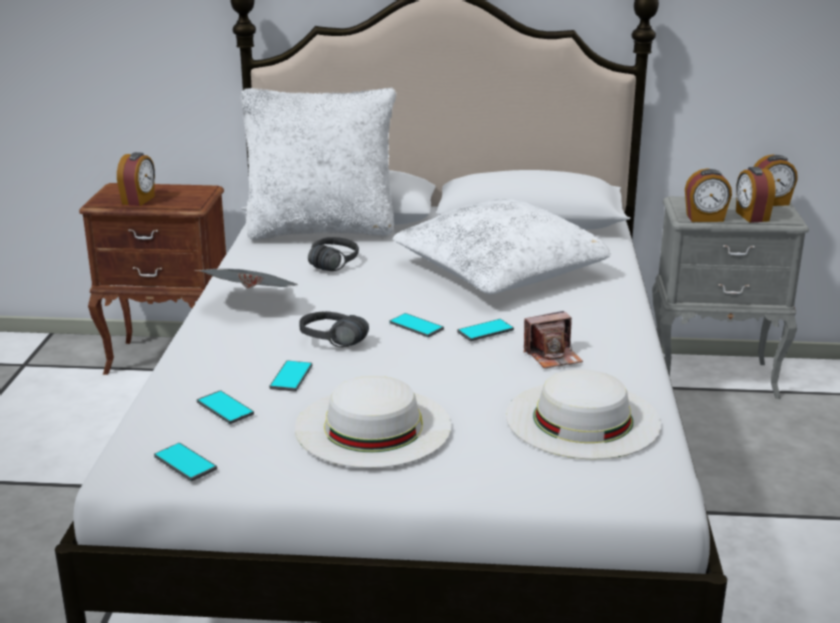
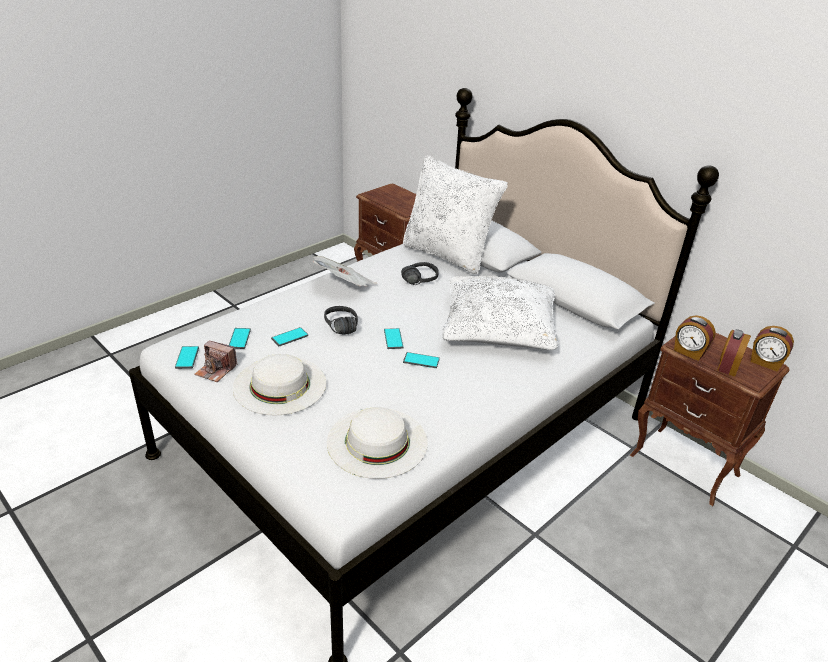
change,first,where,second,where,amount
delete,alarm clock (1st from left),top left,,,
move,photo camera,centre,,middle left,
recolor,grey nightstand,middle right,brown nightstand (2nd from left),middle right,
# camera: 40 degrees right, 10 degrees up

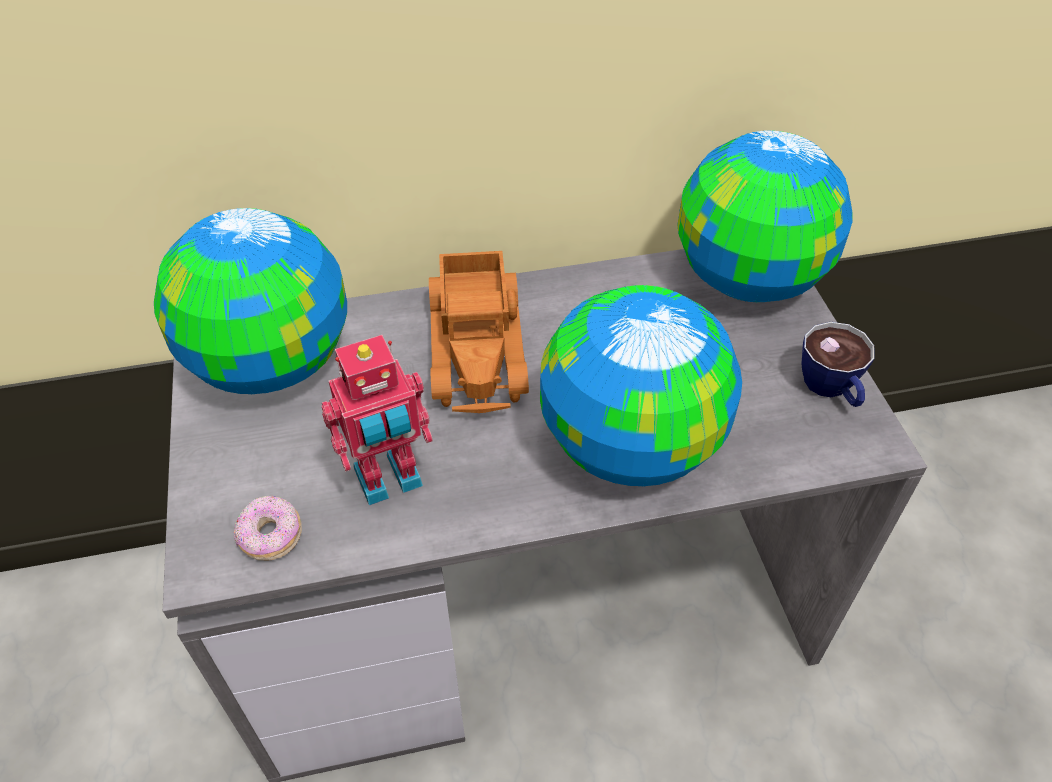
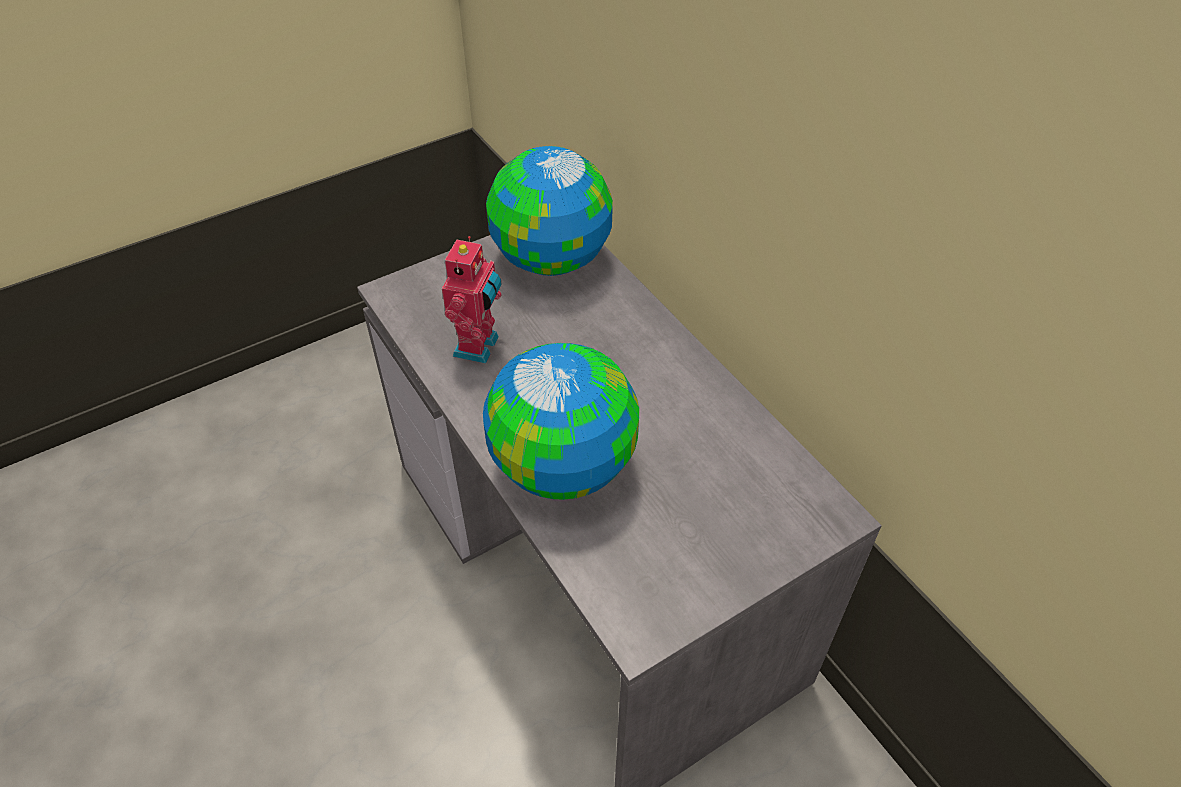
change,first,where,second,where,amount
delete,donut,bottom left,,,
delete,toy truck,centre,,,
delete,globe (3rd from left),top right,,,
delete,cup,middle right,,,
rotate,toy robot,centre,,centre,120 degrees counterclockwise
# camera: 70 degrees right, 0 degrees up

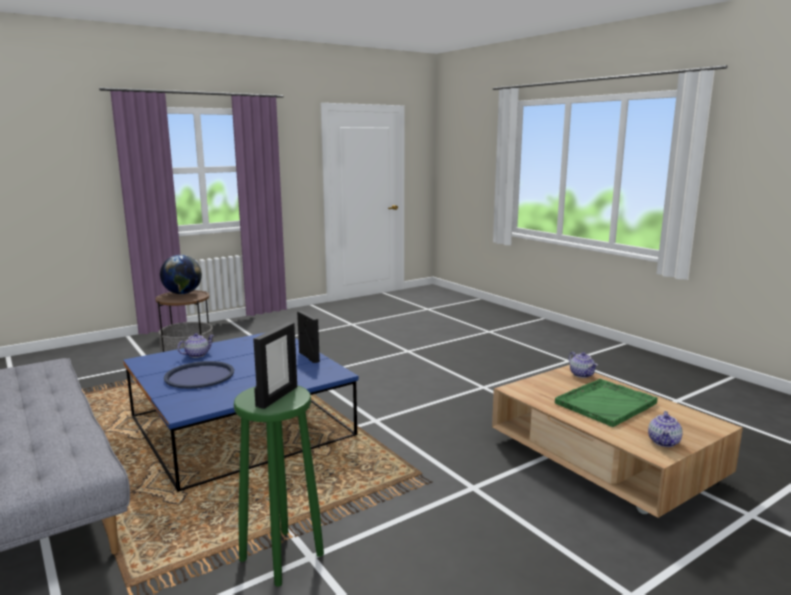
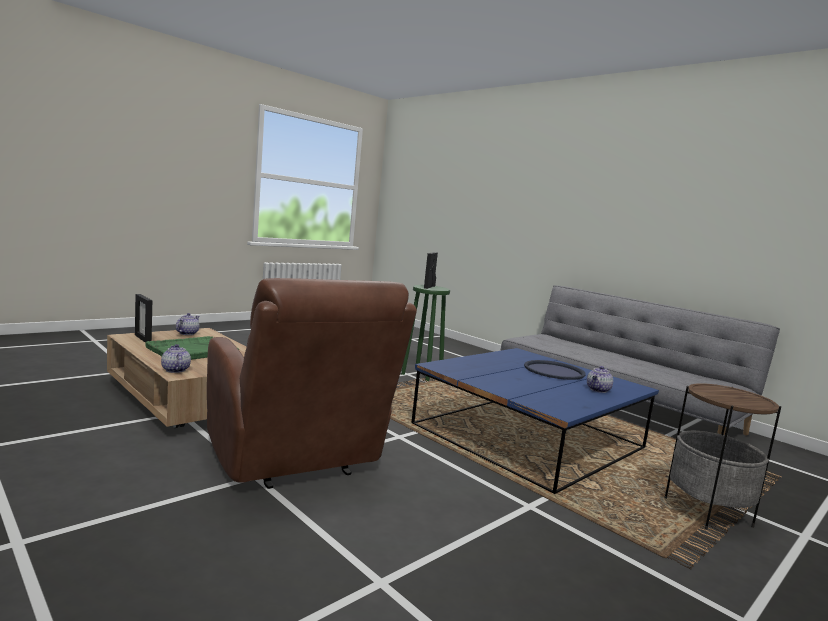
change,first,where,second,where,amount
delete,globe,middle left,,,
insert,,,brown armchair,centre,
move,picture frame (2nd from left in the first image),centre,picture frame (1st from left),middle left,
# camera: 170 degrees right, 5 degrees down

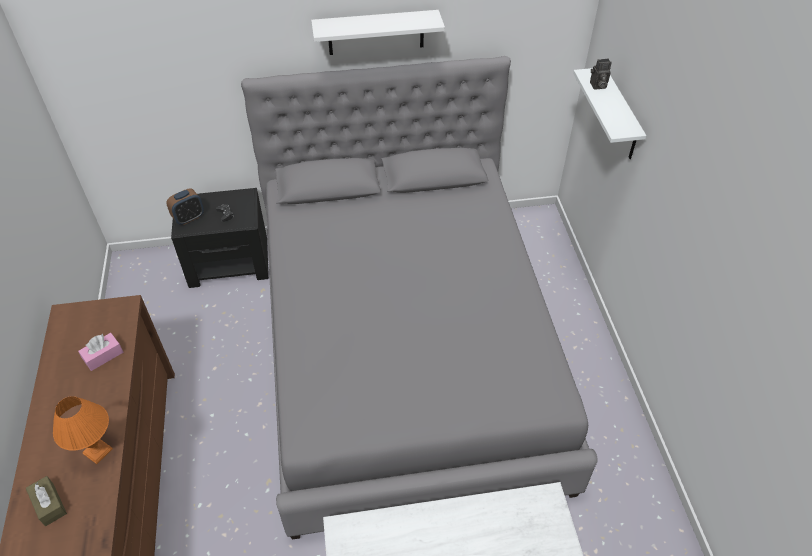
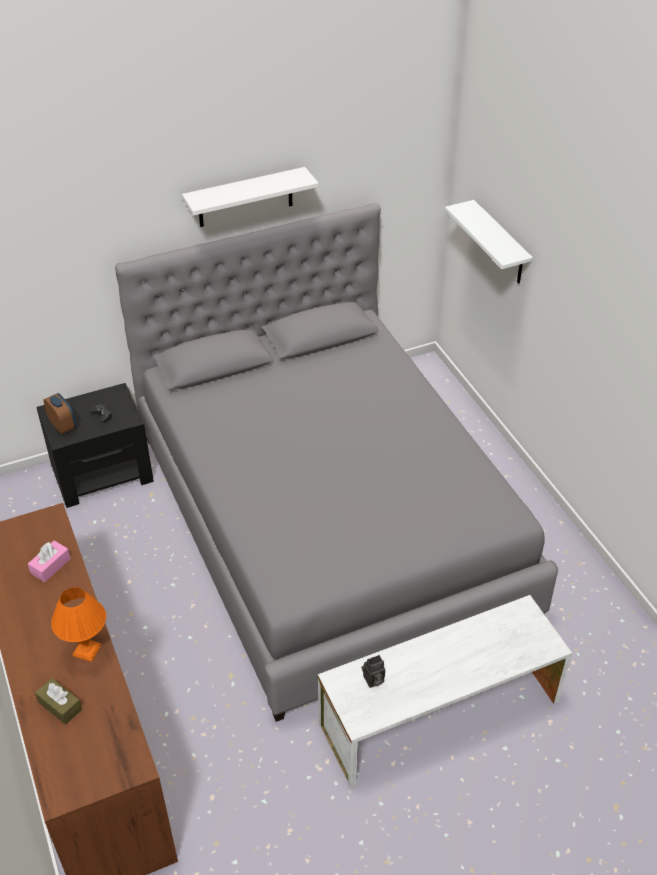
change,first,where,second,where,amount
move,photo camera,top right,,bottom centre,
rotate,alarm clock,middle left,,middle left,75 degrees counterclockwise
# camera: 15 degrees left, 5 degrees down

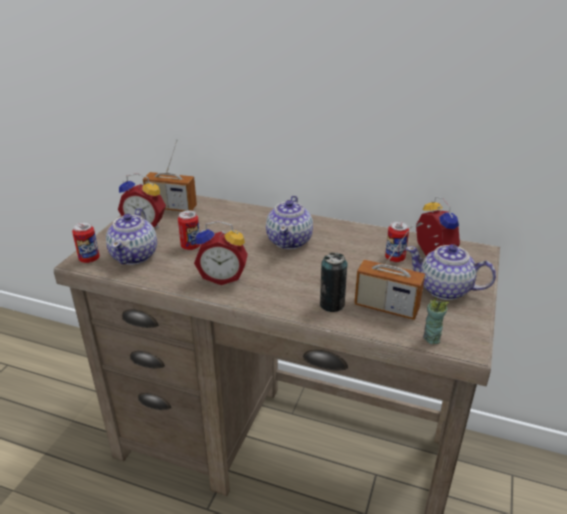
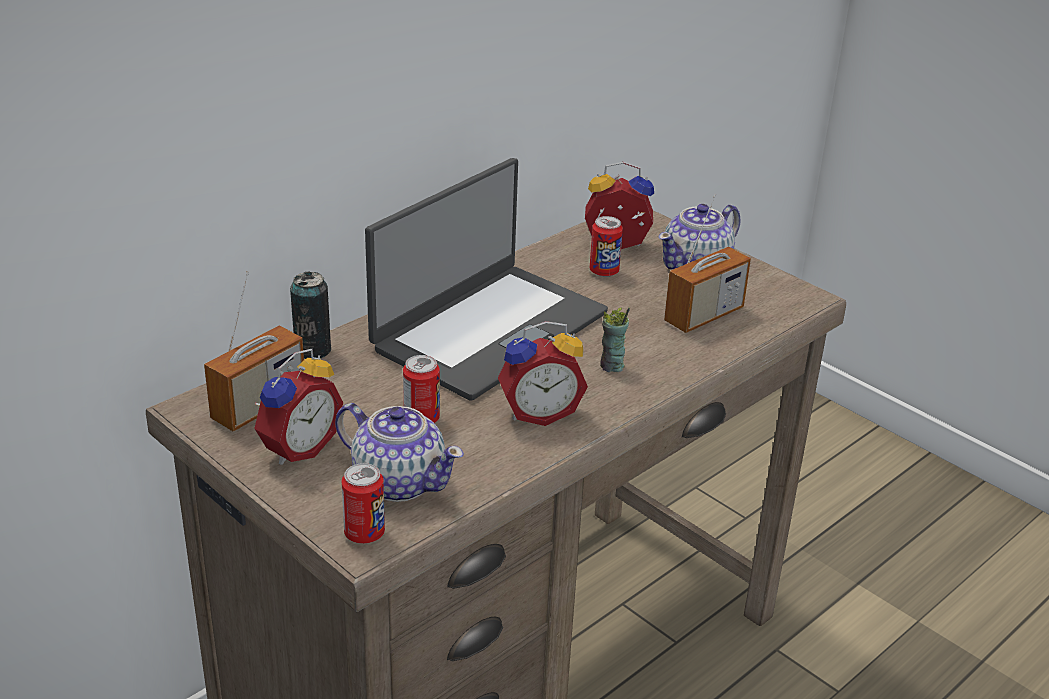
change,first,where,second,where,amount
move,can (3rd from left in the first image),centre,can (1st from left),middle left,
move,cup,middle right,,centre,
replace,teapot (2nd from left),centre,laptop,centre,
rotate,alarm clock (2nd from left),centre,,centre,45 degrees clockwise
# camera: 65 degrees left, 0 degrees up

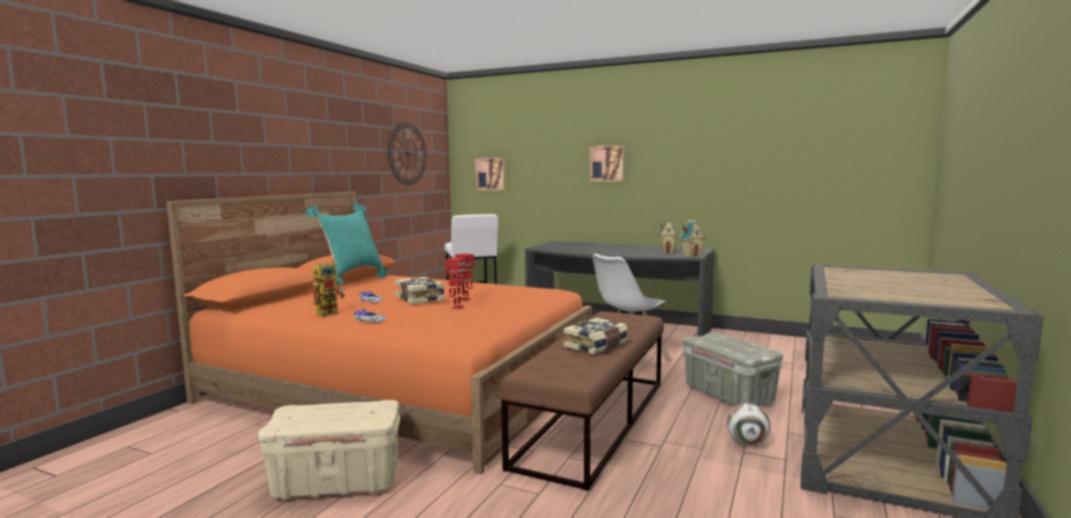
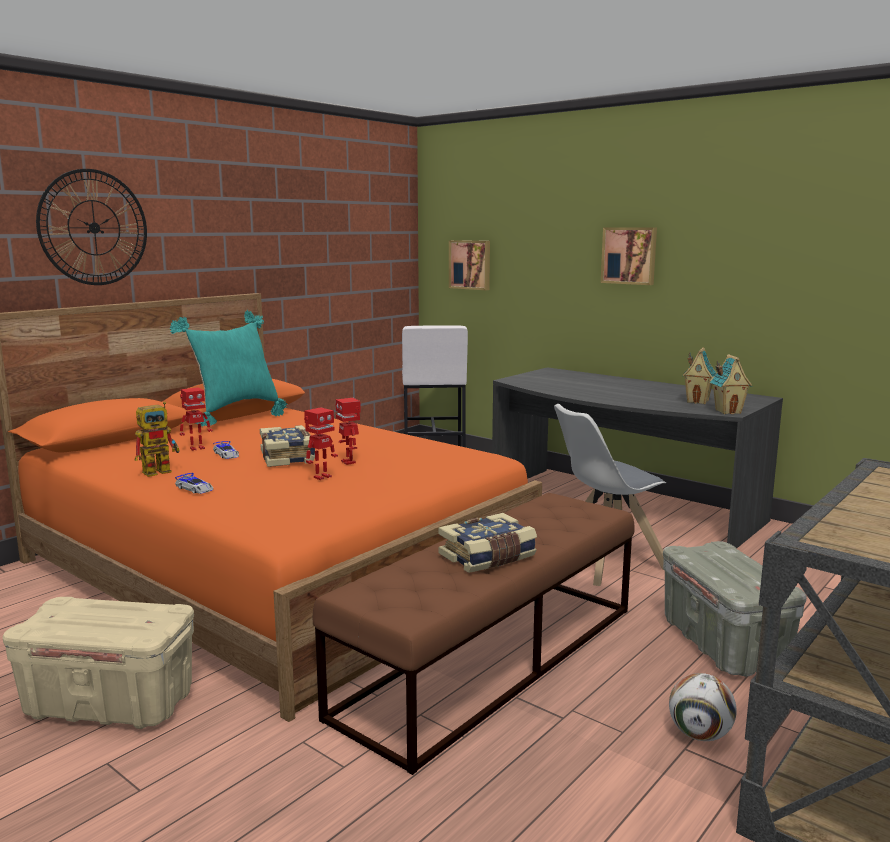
change,first,where,second,where,amount
insert,,,toy robot (2nd from left),middle left,
move,wall clock,top centre,,top left,
# camera: 15 degrees right, 5 degrees up

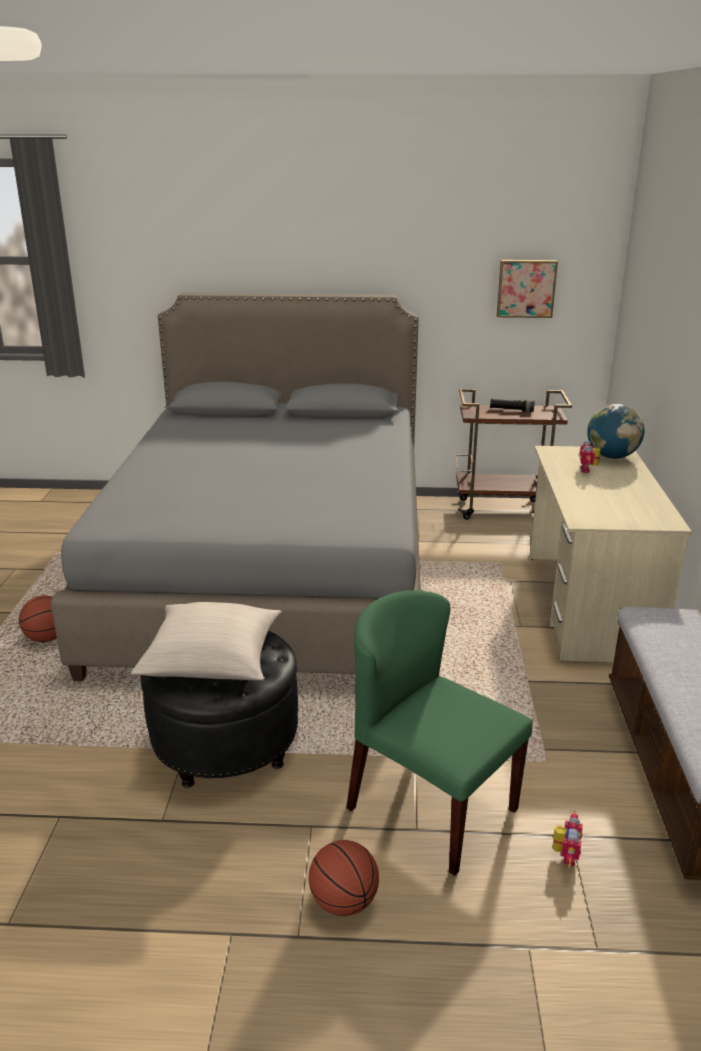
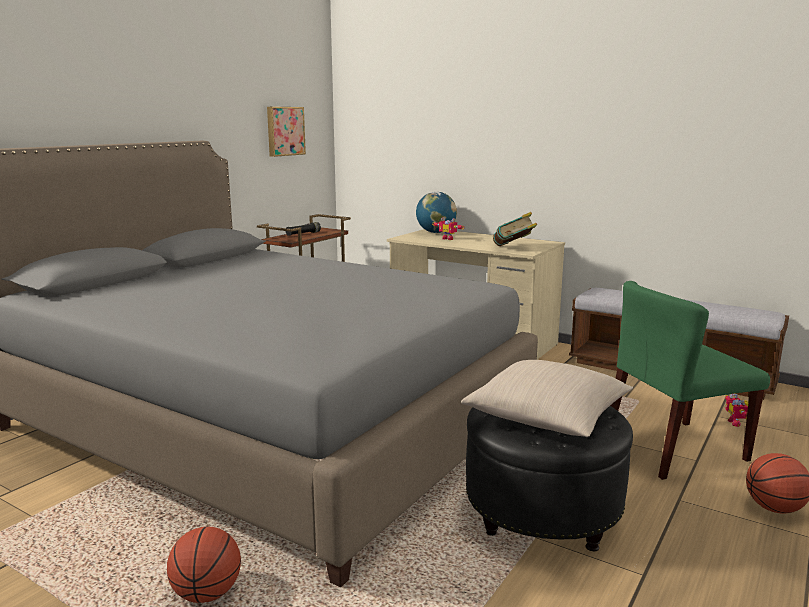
change,first,where,second,where,amount
insert,,,book,centre,
rotate,toy robot (1st from left in the first image),bottom right,toy robot (2nd from left),bottom right,135 degrees counterclockwise
# camera: 60 degrees left, 10 degrees down

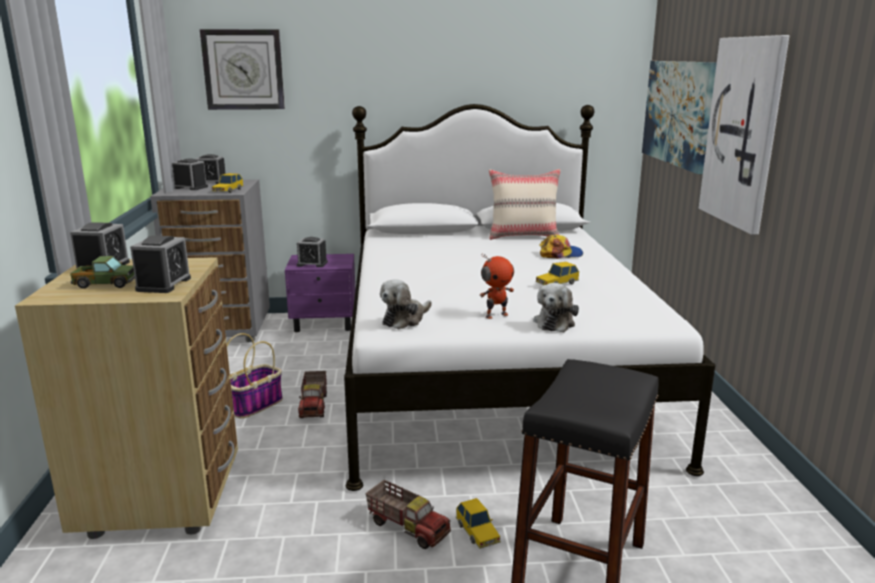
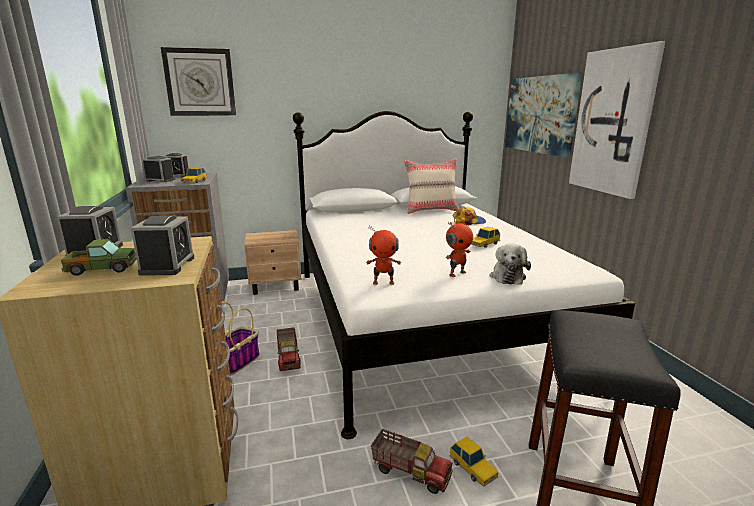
change,first,where,second,where,amount
delete,alarm clock (5th from left),centre,,,
replace,plush toy (1st from left),centre,toy robot (1st from left),centre,
recolor,purple nightstand,centre,beige nightstand,centre,
# camera: 10 degrees left, 0 degrees up

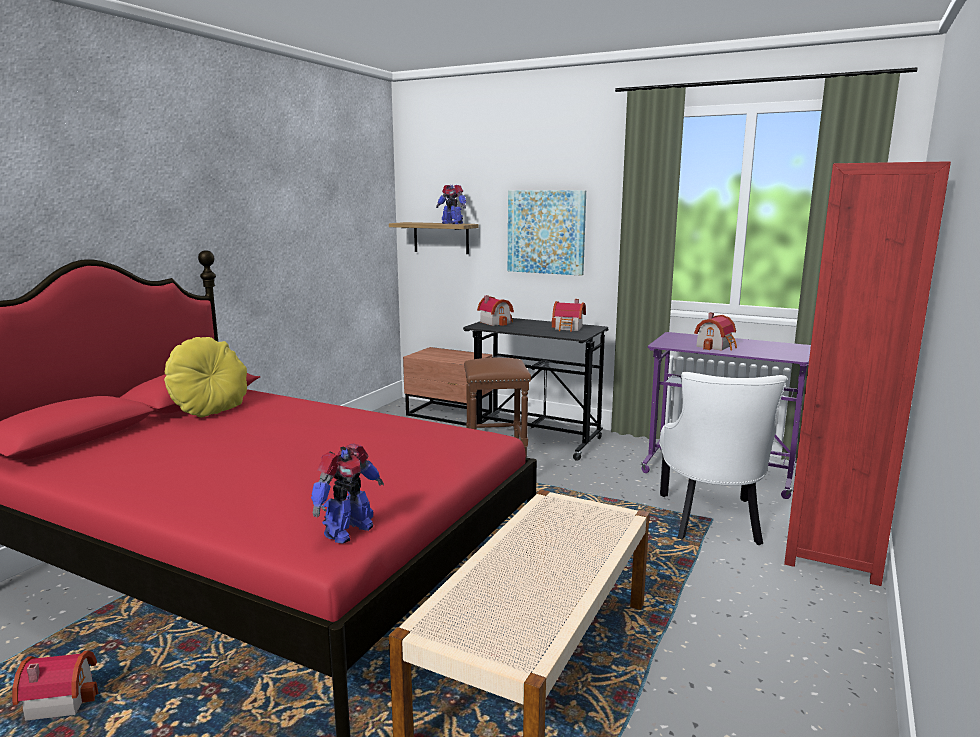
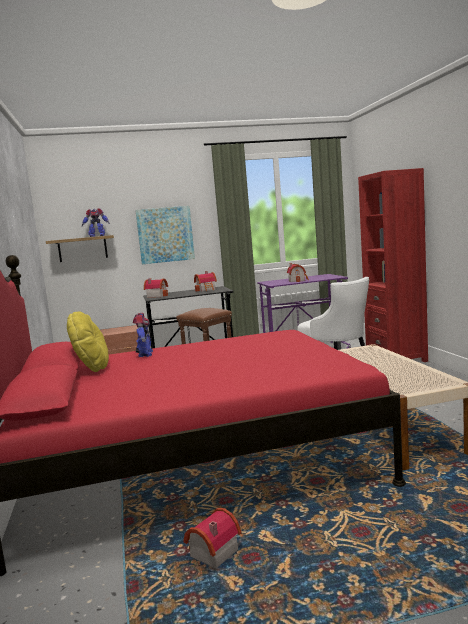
change,first,where,second,where,amount
move,toy robot (1st from left in the first image),bottom centre,toy robot (2nd from left),middle left,
# camera: 40 degrees left, 5 degrees down

